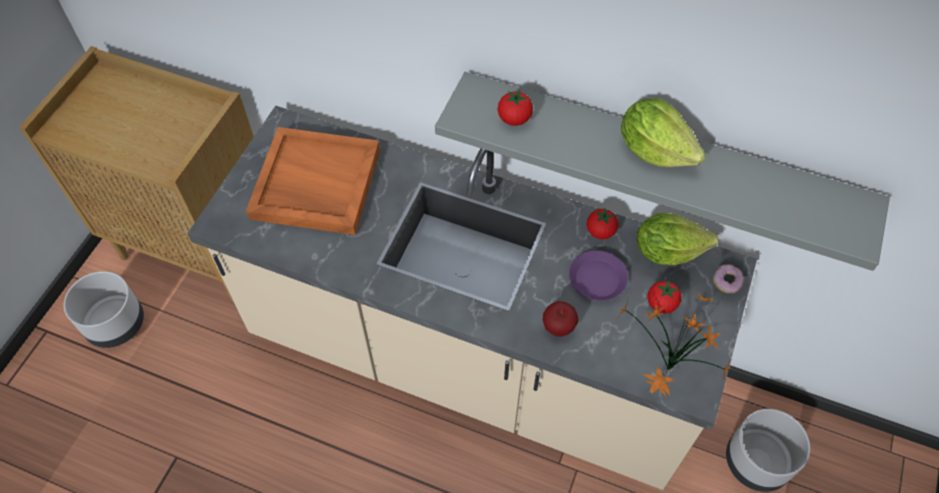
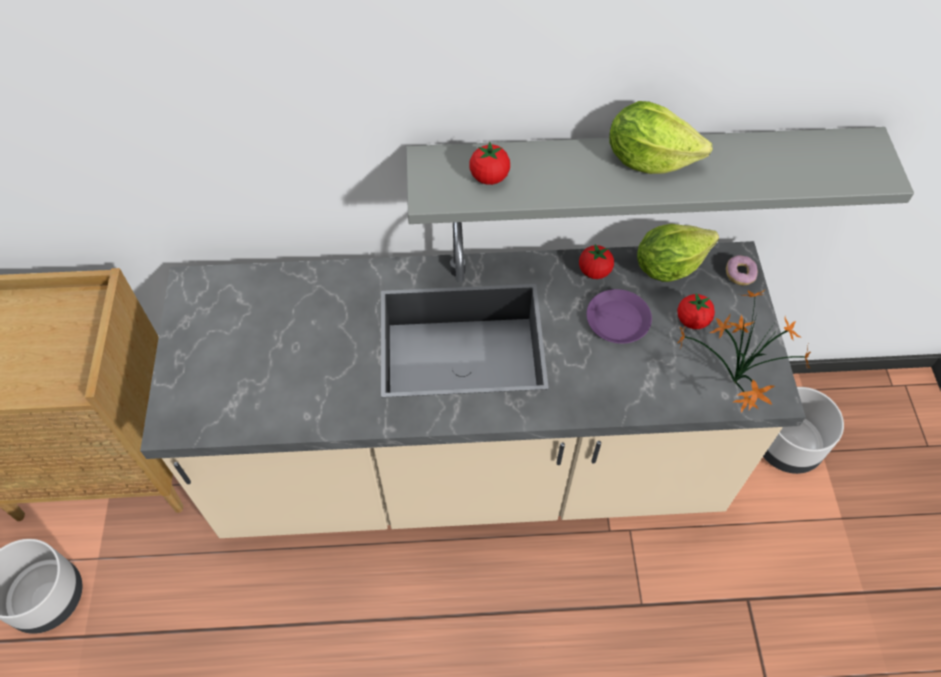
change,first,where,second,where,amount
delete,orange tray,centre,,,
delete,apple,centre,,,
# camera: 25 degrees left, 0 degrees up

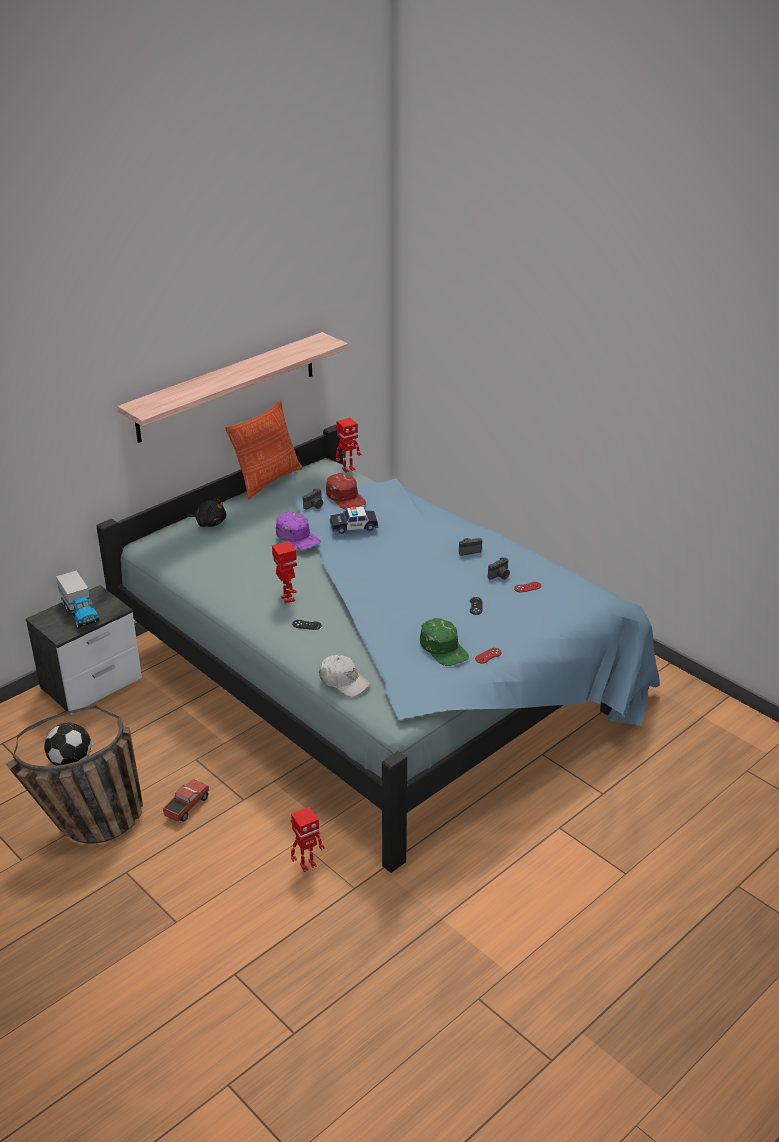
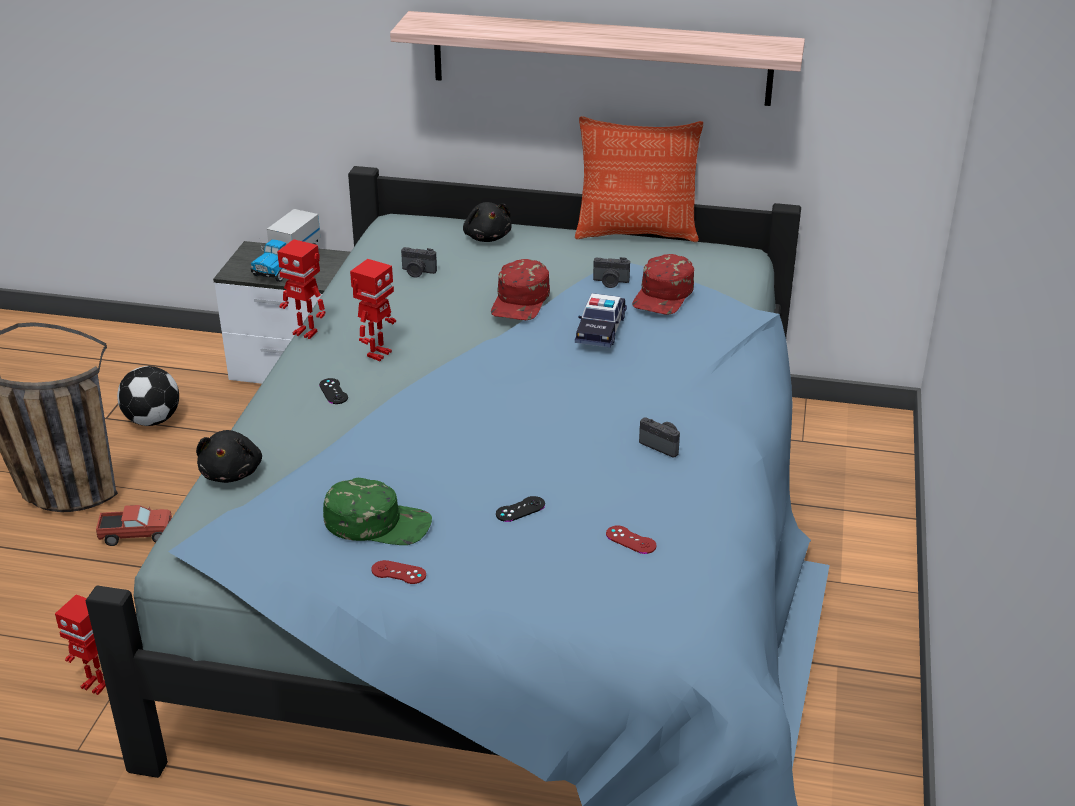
change,first,where,second,where,amount
move,toy robot (3rd from left in the first image),centre,toy robot (2nd from left),middle left,
move,photo camera (3rd from left in the first image),centre,photo camera (1st from left),top centre,
replace,white cap,centre,black plush toy (1st from left),middle left,
recolor,purple cap,centre,red cap (1st from left),centre,
rotate,toy car,centre,,centre,120 degrees counterclockwise
rotate,green cap,centre,,centre,105 degrees counterclockwise
# camera: 55 degrees right, 0 degrees up

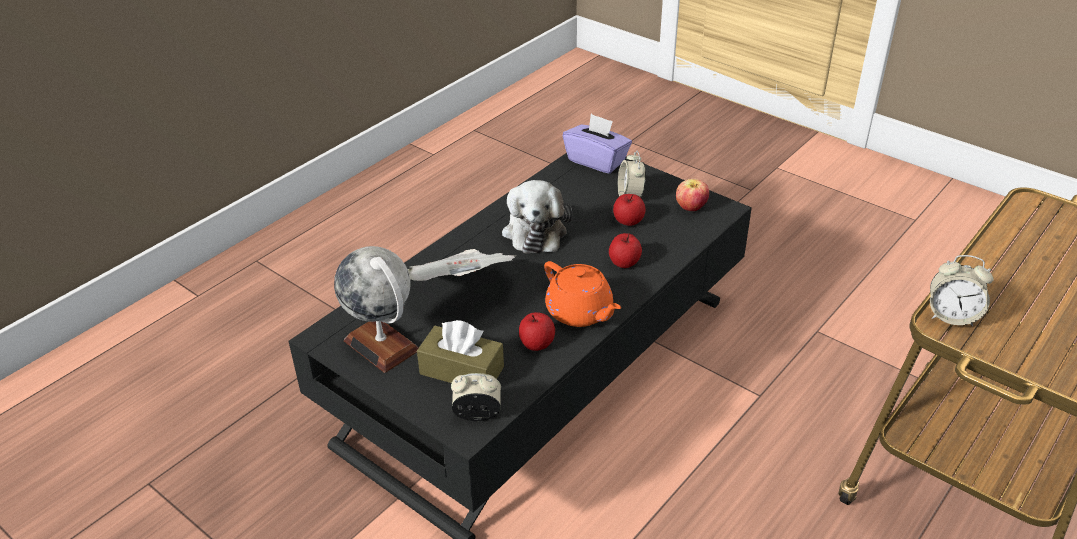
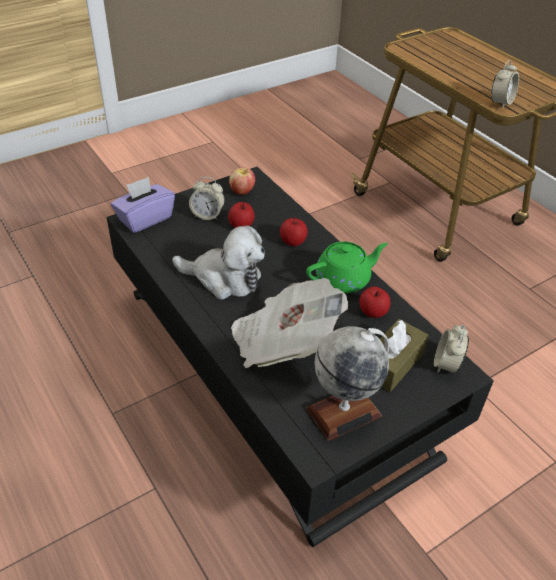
change,first,where,second,where,amount
recolor,orange teapot,centre,green teapot,centre,
# camera: 75 degrees left, 5 degrees up

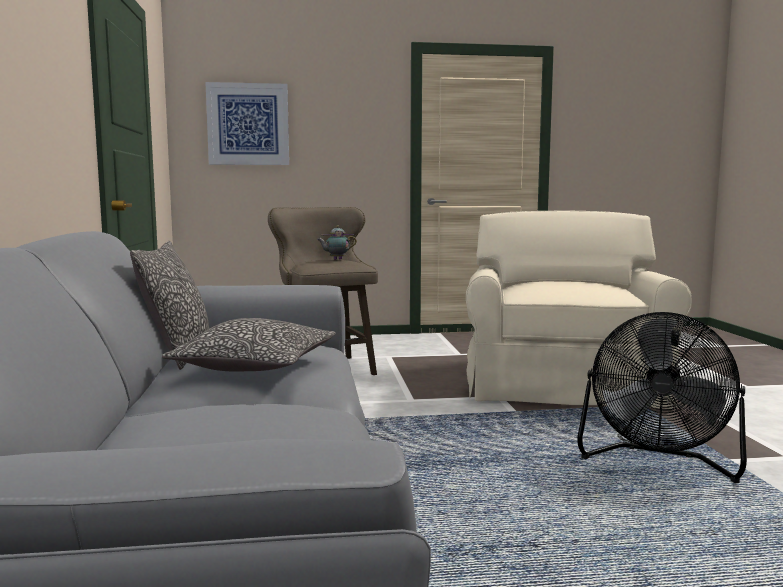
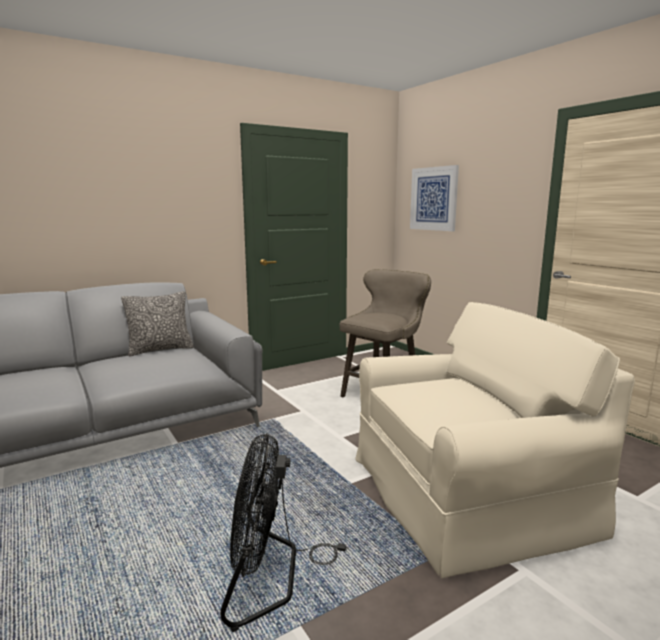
change,first,where,second,where,amount
delete,pillow (2nd from left),middle left,,,
delete,teapot,centre,,,
# camera: 65 degrees right, 5 degrees up

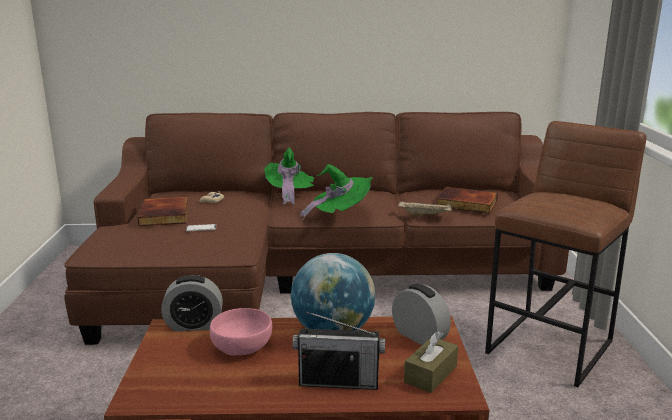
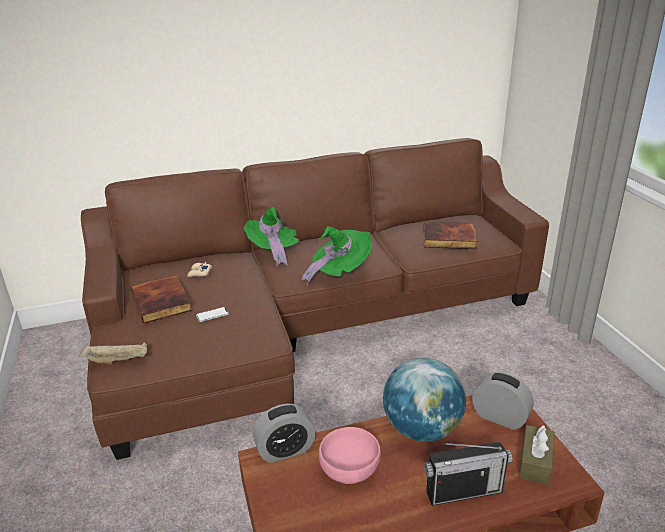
change,first,where,second,where,amount
delete,brown stool,middle right,,,
move,beige tray,centre,,middle left,
# camera: 15 degrees left, 10 degrees up

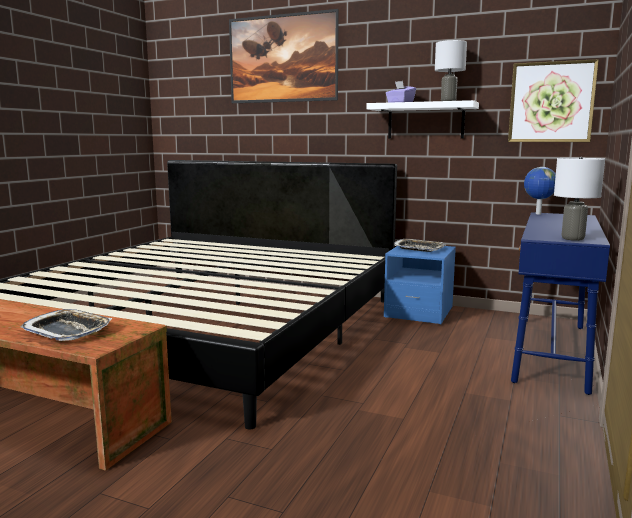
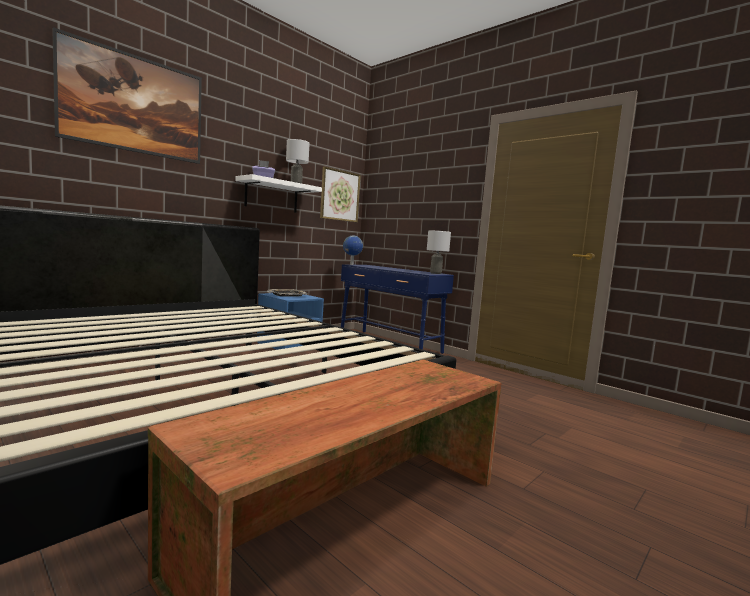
change,first,where,second,where,amount
delete,tray (1st from left),middle left,,,
# camera: 70 degrees left, 5 degrees down

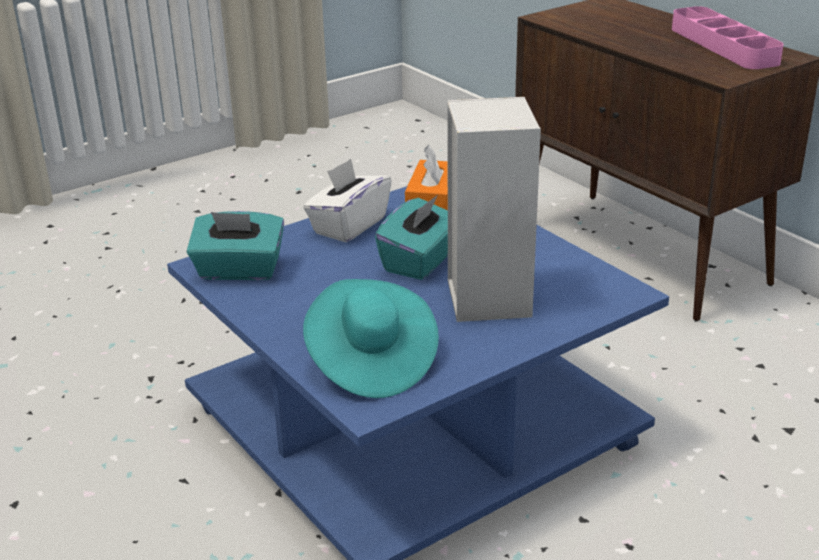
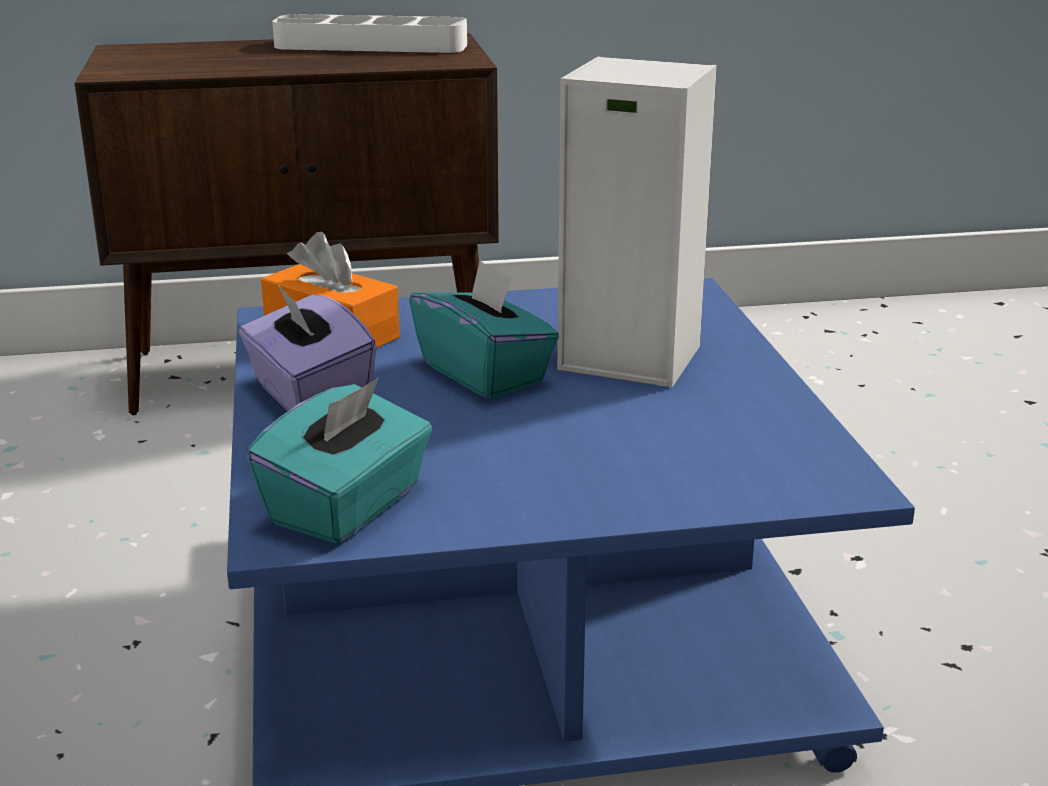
change,first,where,second,where,amount
delete,turquoise hat,centre,,,
recolor,white tissue box,centre,purple tissue box,middle left,
recolor,pink tray,top right,white tray,top centre,
# camera: 65 degrees left, 5 degrees down

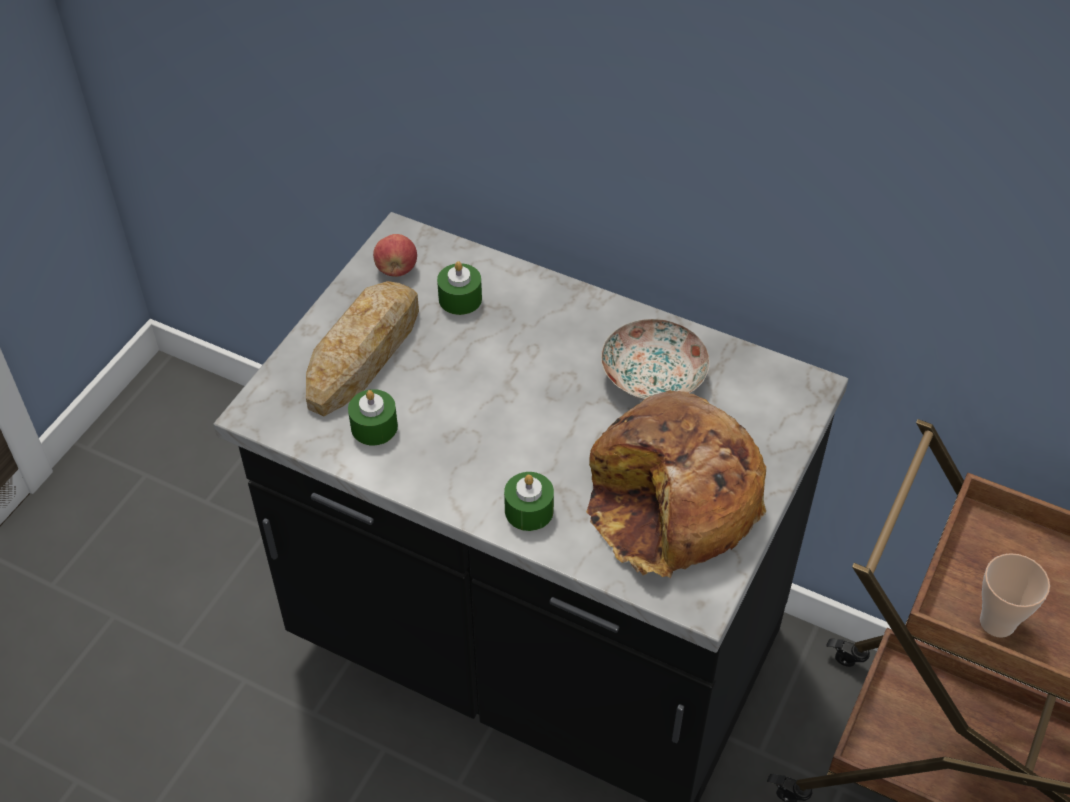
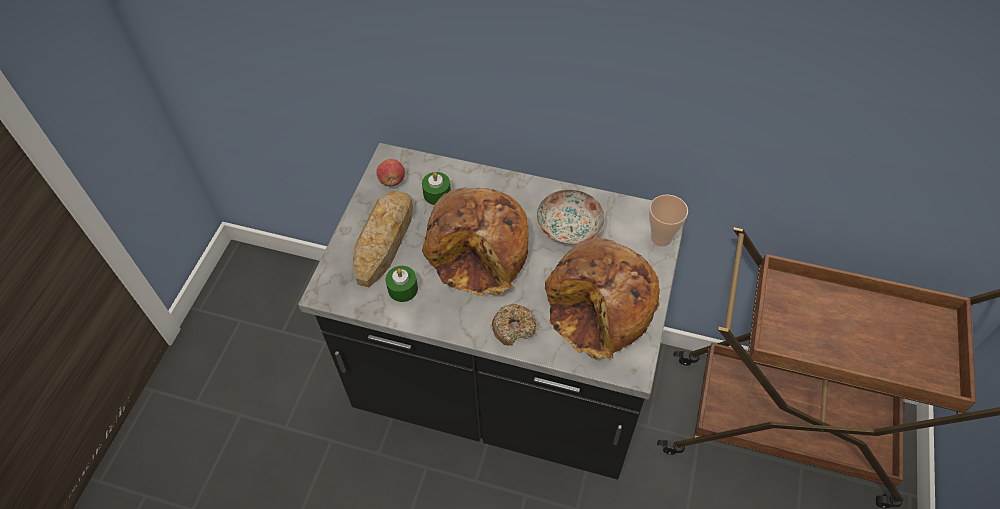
change,first,where,second,where,amount
insert,,,bread (2nd from left),centre,
move,cup,bottom right,,middle right,
replace,green candle (3rd from left),centre,donut,centre,
# camera: 10 degrees left, 5 degrees up

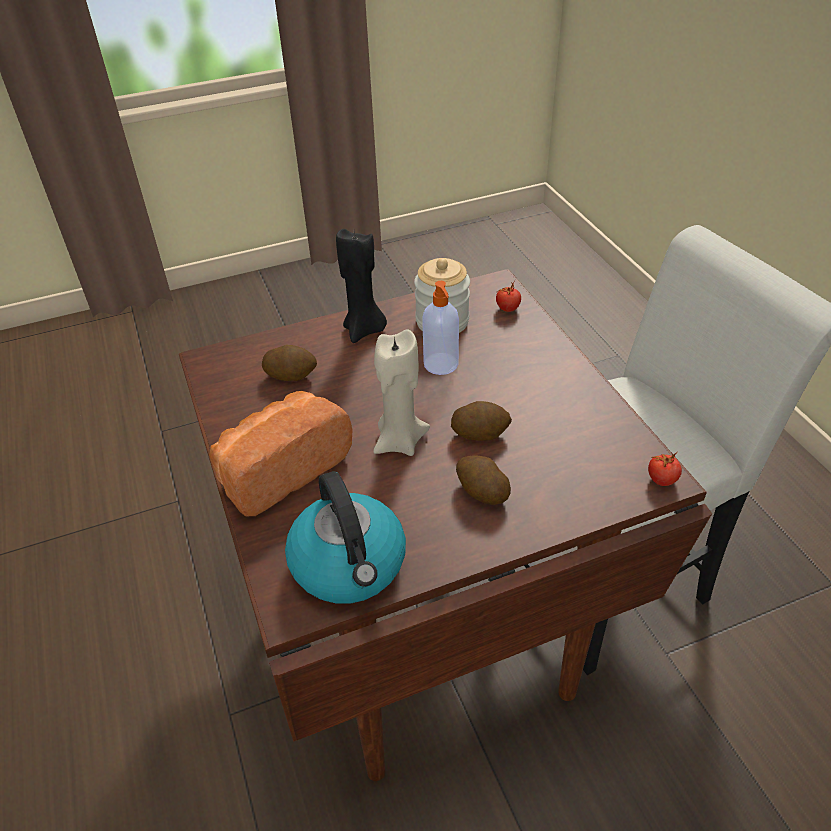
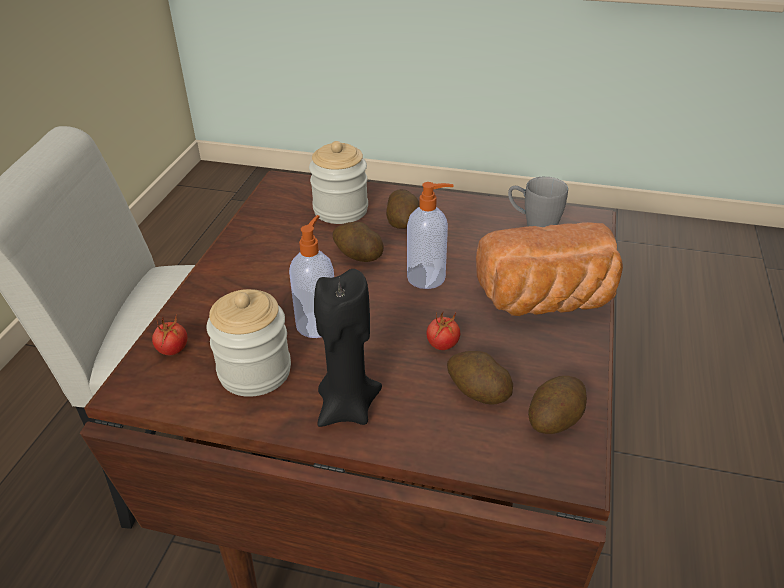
change,first,where,second,where,amount
insert,,,jar (2nd from left),top centre,
insert,,,potato (4th from left),bottom right,
move,tomato (2nd from left),middle right,,centre,
replace,kettle,centre,grey mug,middle right,
replace,beige candle,centre,soap dispenser (2nd from left),centre,
# camera: 145 degrees left, 5 degrees down

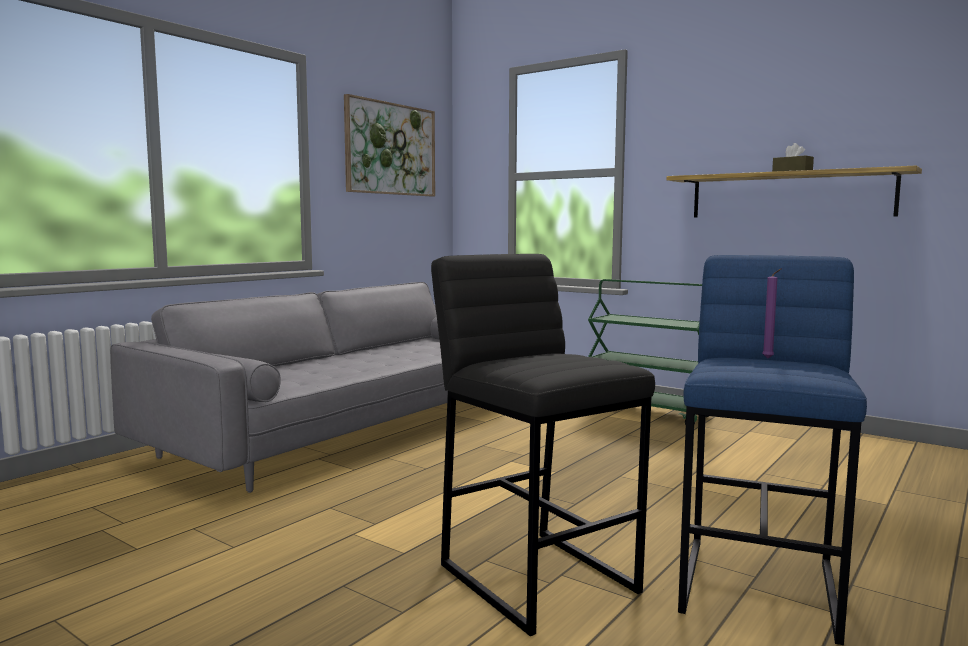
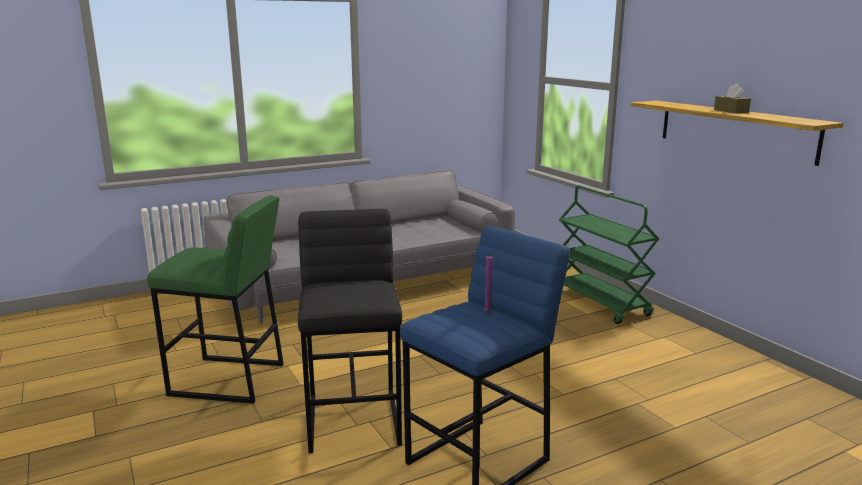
change,first,where,second,where,amount
delete,picture,top centre,,,
insert,,,green stool,middle left,
# camera: 25 degrees right, 10 degrees up

